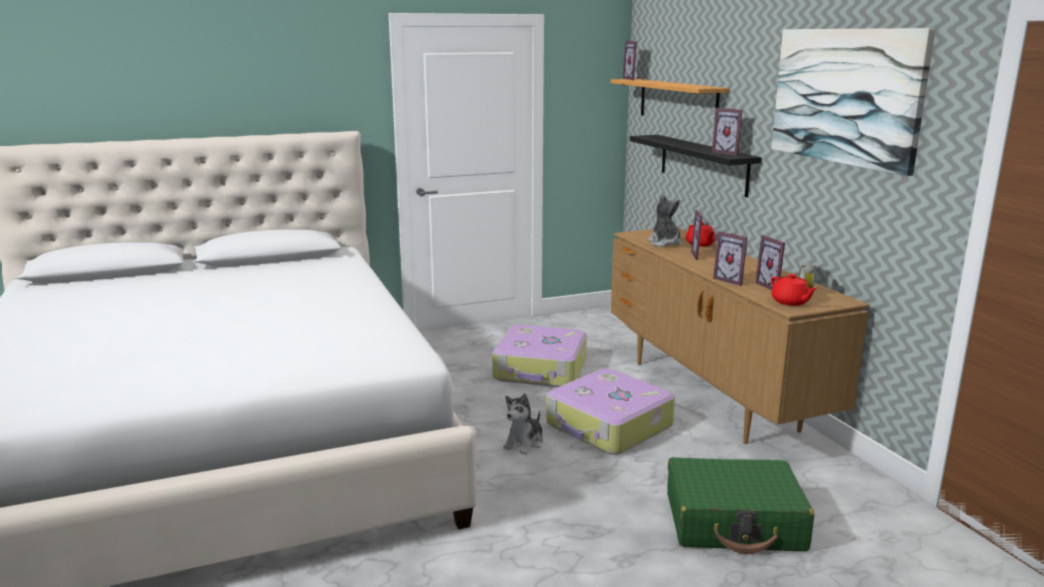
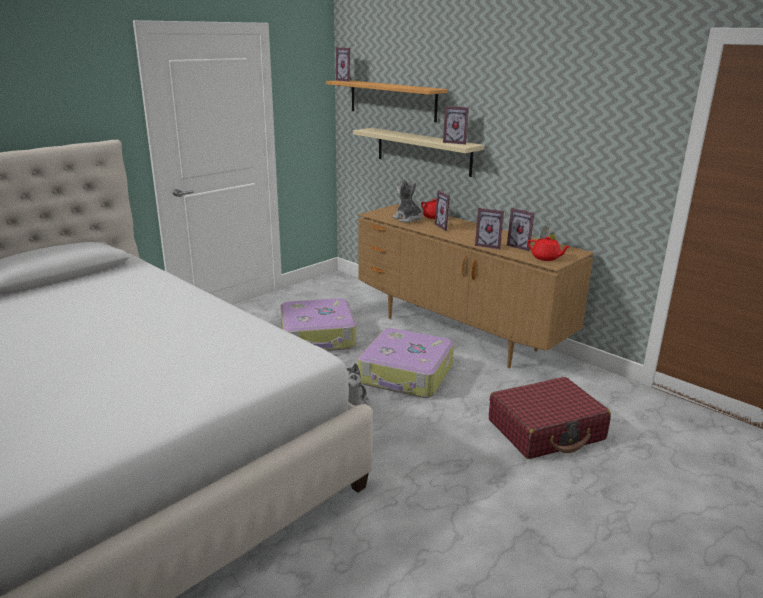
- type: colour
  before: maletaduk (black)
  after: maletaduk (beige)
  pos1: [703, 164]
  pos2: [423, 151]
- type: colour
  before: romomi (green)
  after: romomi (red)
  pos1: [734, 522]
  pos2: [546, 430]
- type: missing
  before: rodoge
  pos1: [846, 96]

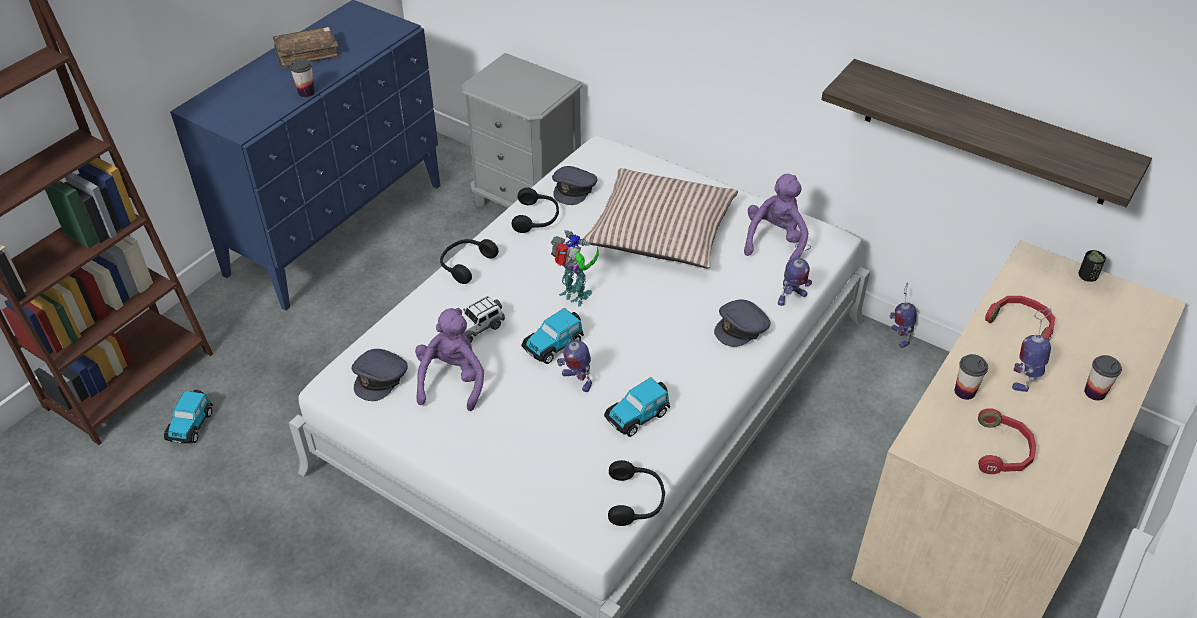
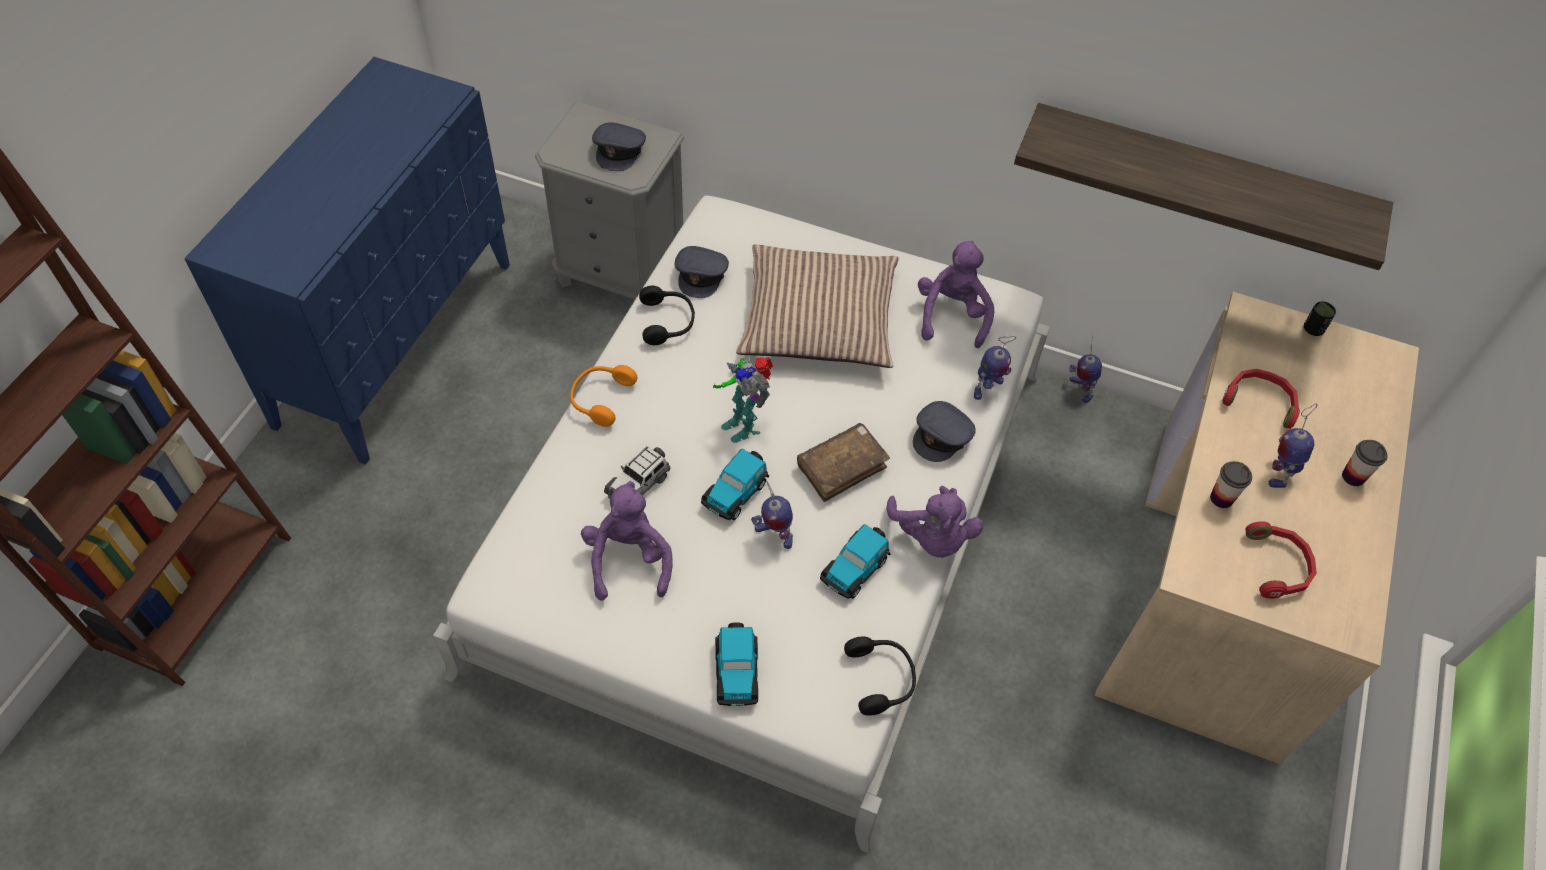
- type: relocated
  before: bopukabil
  pos1: [191, 425]
  pos2: [736, 671]
- type: relocated
  before: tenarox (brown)
  pos1: [307, 53]
  pos2: [841, 467]
- type: missing
  before: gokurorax
  pos1: [306, 92]
- type: relocated
  before: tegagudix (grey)
  pos1: [380, 378]
  pos2: [619, 150]
- type: colour
  before: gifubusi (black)
  after: gifubusi (orange)
  pos1: [466, 264]
  pos2: [600, 398]
- type: spun
  before: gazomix
  pos1: [575, 297]
  pos2: [743, 424]
  turn: -150
- type: appeared
  after: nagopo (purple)
  pos2: [931, 537]

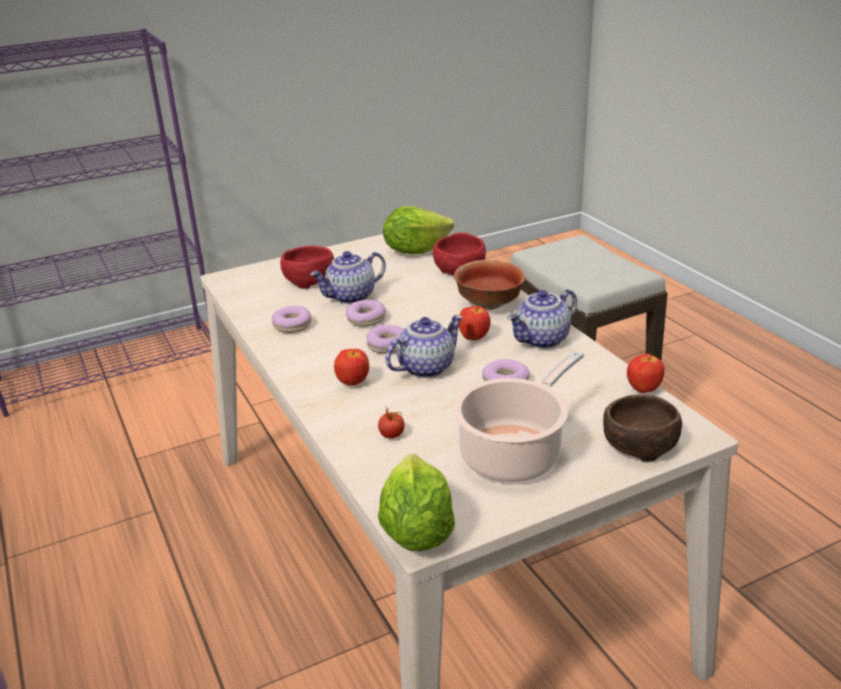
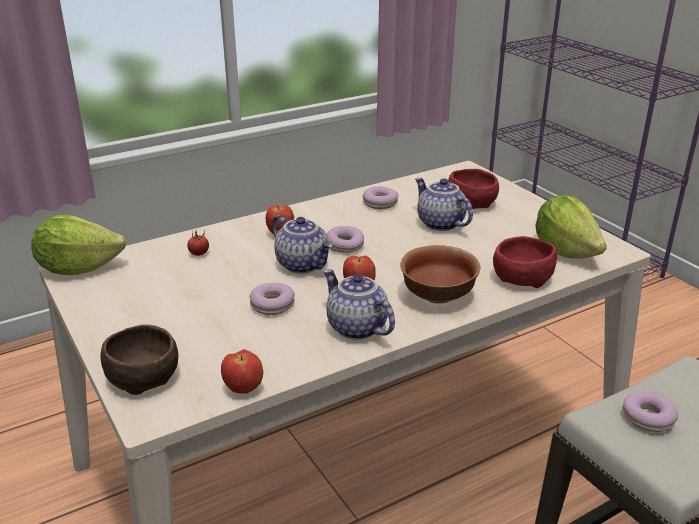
- type: relocated
  before: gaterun
  pos1: [366, 319]
  pos2: [648, 418]
- type: missing
  before: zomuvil
  pos1: [514, 453]

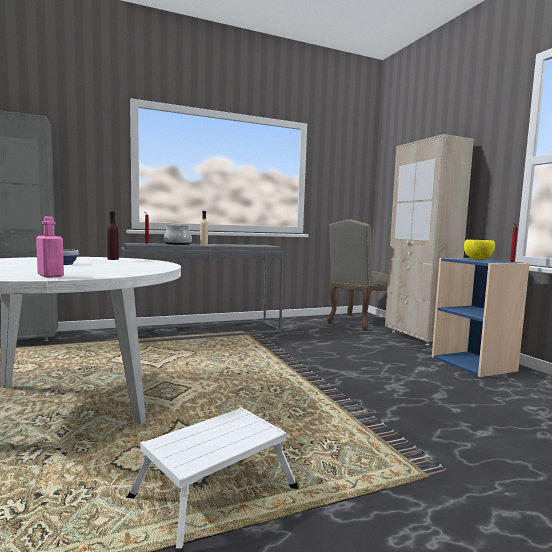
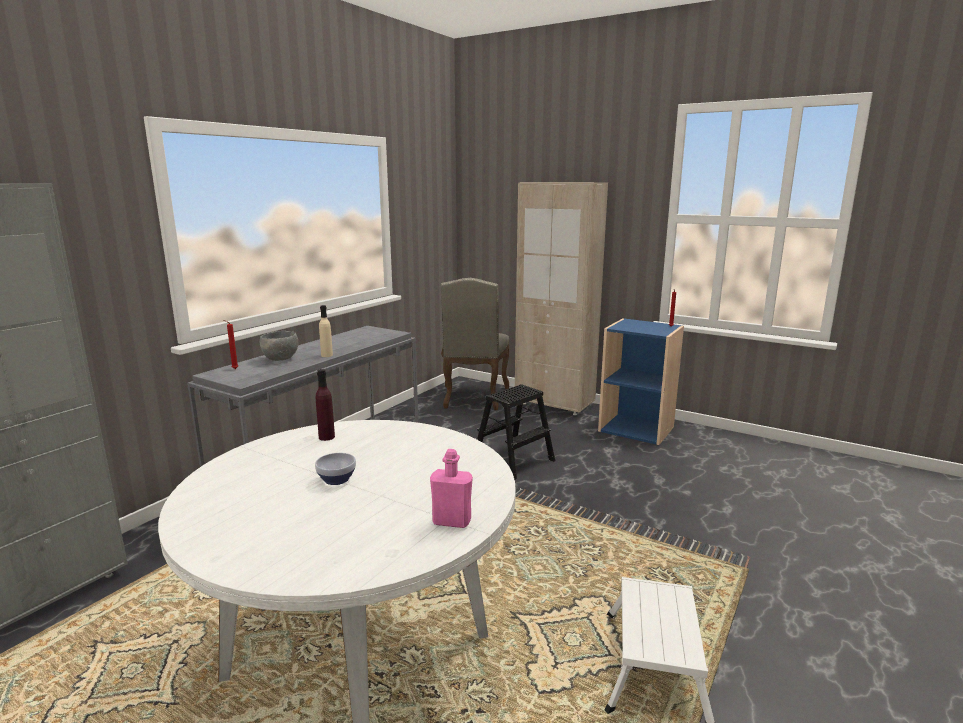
- type: exchanged
  before: zomuvil
  after: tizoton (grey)
  pos1: [178, 244]
  pos2: [281, 359]
- type: missing
  before: tizoton (yellow)
  pos1: [477, 259]
- type: appeared
  after: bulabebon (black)
  pos2: [513, 460]

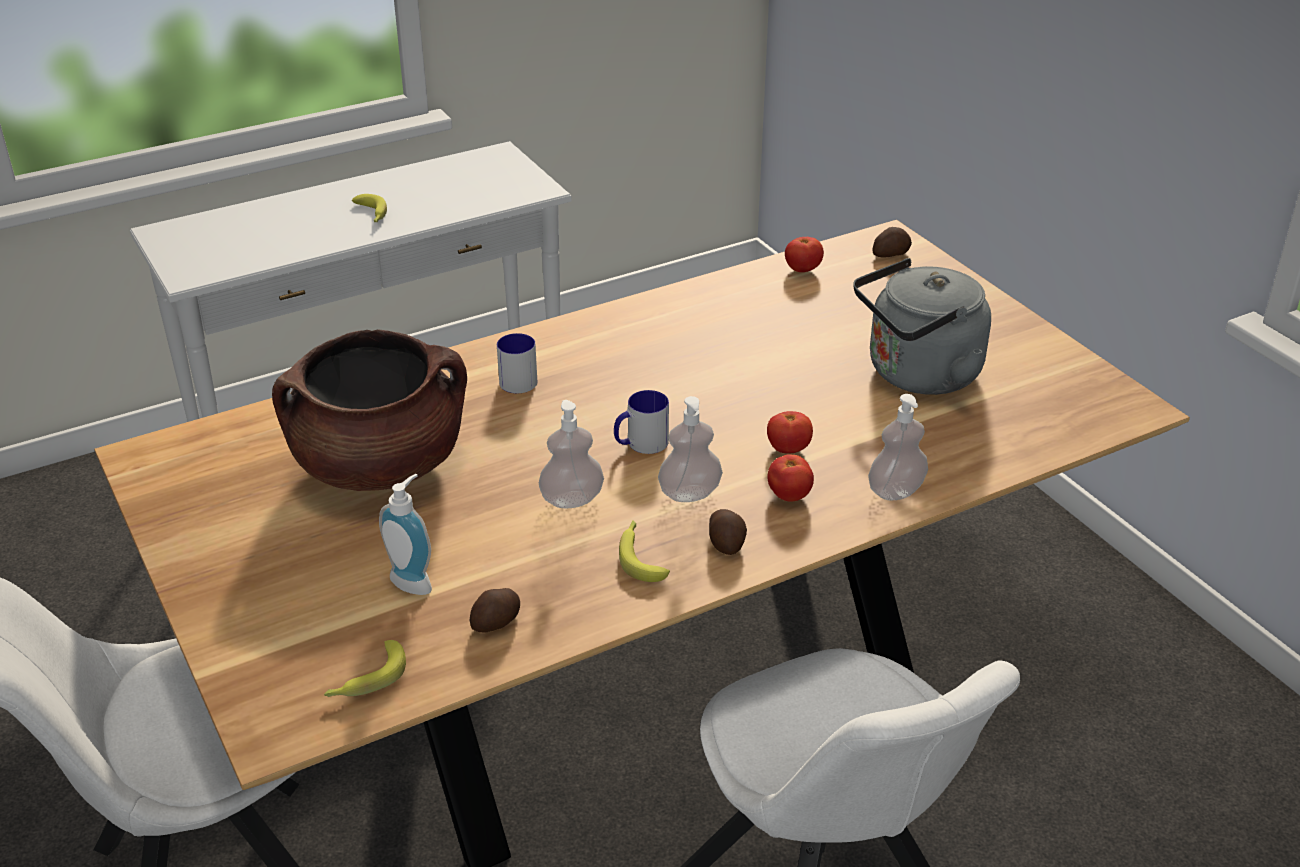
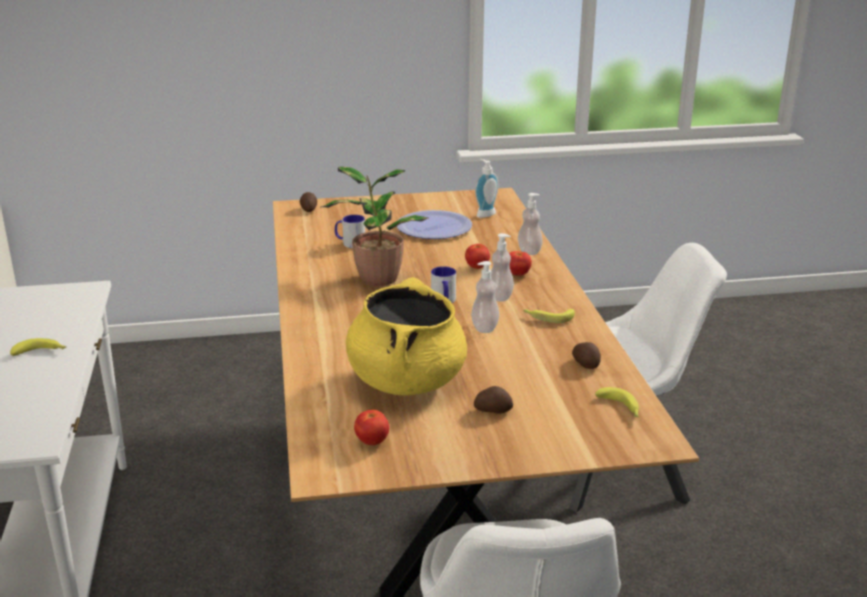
- type: colour
  before: zomuvil (brown)
  after: zomuvil (yellow)
  pos1: [380, 465]
  pos2: [406, 381]
- type: relocated
  before: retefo
  pos1: [414, 580]
  pos2: [484, 214]
- type: relocated
  before: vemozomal
  pos1: [518, 378]
  pos2: [350, 243]
- type: relocated
  before: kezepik
  pos1: [726, 542]
  pos2: [493, 410]
- type: relocated
  before: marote
  pos1: [803, 269]
  pos2: [372, 441]
- type: exchanged
  before: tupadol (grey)
  after: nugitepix
  pos1: [917, 375]
  pos2: [434, 227]
- type: appeared
  after: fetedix
  pos2: [376, 278]

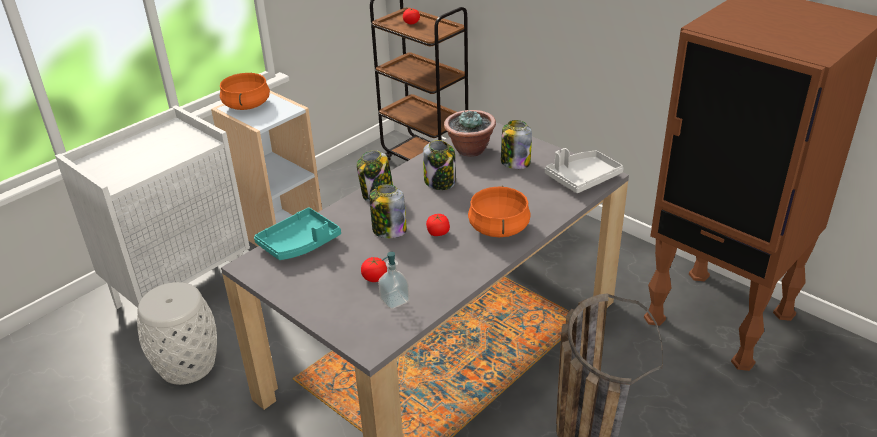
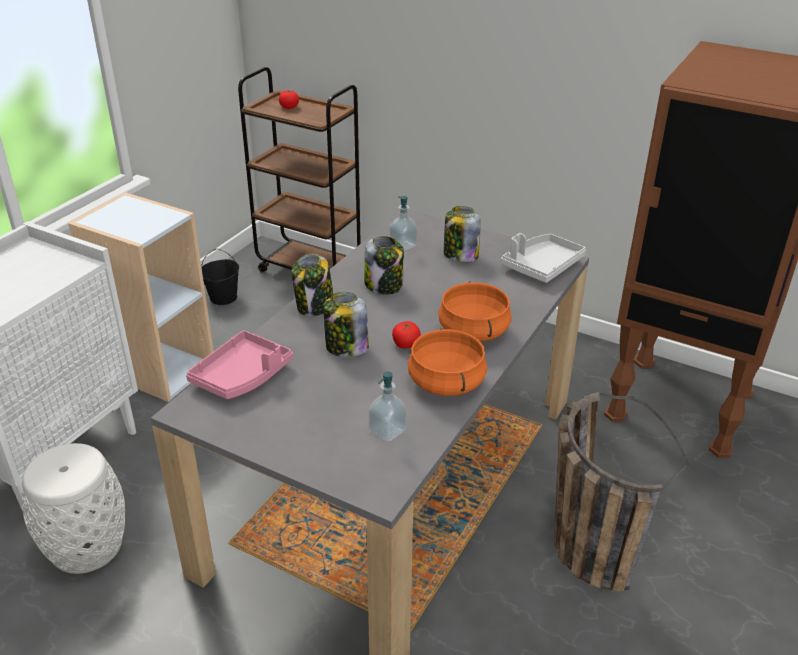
- type: relocated
  before: zomuvil (orange)
  pos1: [247, 105]
  pos2: [447, 382]
- type: colour
  before: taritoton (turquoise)
  after: taritoton (pink)
  pos1: [300, 243]
  pos2: [242, 376]
- type: missing
  before: marote
  pos1: [374, 278]
- type: exchanged
  before: fetedix
  after: retefo
  pos1: [470, 150]
  pos2: [403, 246]
- type: appeared
  after: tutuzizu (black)
  pos2: [223, 297]

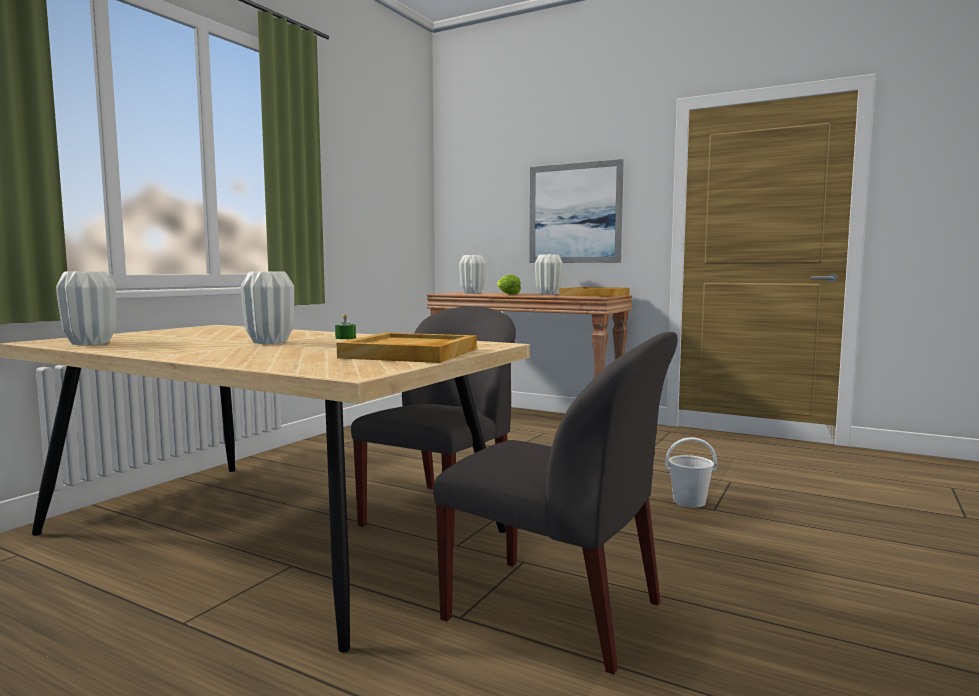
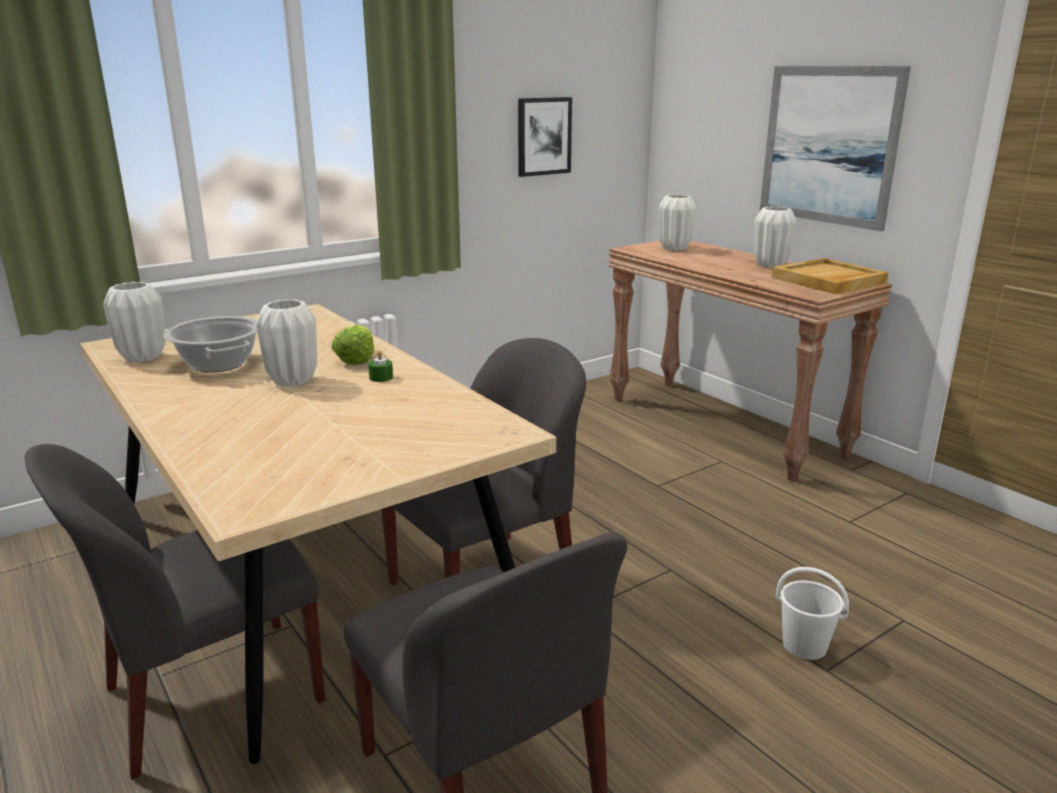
- type: missing
  before: taritoton (beige)
  pos1: [411, 353]
- type: relocated
  before: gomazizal
  pos1: [507, 294]
  pos2: [356, 359]
- type: appeared
  after: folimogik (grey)
  pos2: [208, 696]
- type: appeared
  after: zomuvil
  pos2: [218, 364]
- type: appeared
  after: rodoge
  pos2: [543, 136]

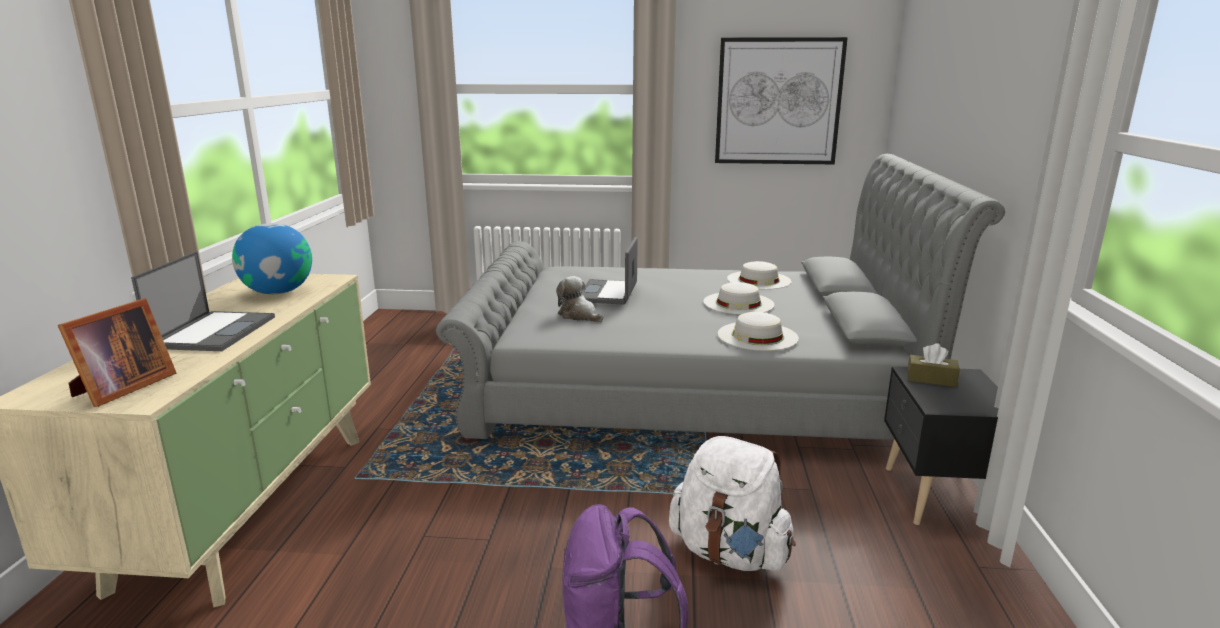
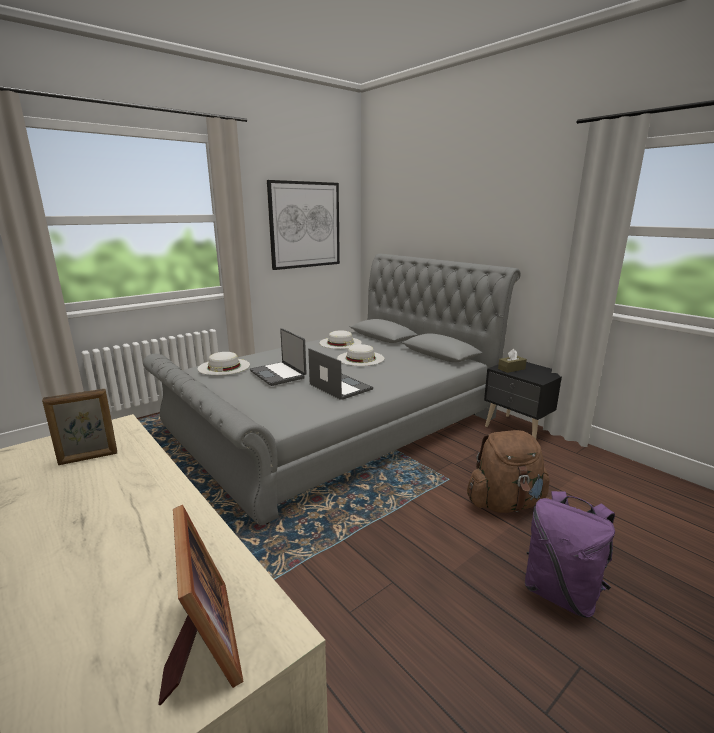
- type: relocated
  before: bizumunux
  pos1: [214, 331]
  pos2: [340, 386]
- type: exchanged
  before: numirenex
  after: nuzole
  pos1: [278, 292]
  pos2: [88, 458]
- type: missing
  before: nagopo
  pos1: [579, 316]
- type: colour
  before: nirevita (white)
  after: nirevita (brown)
  pos1: [730, 553]
  pos2: [505, 503]
- type: relocated
  before: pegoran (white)
  pos1: [757, 336]
  pos2: [224, 366]

